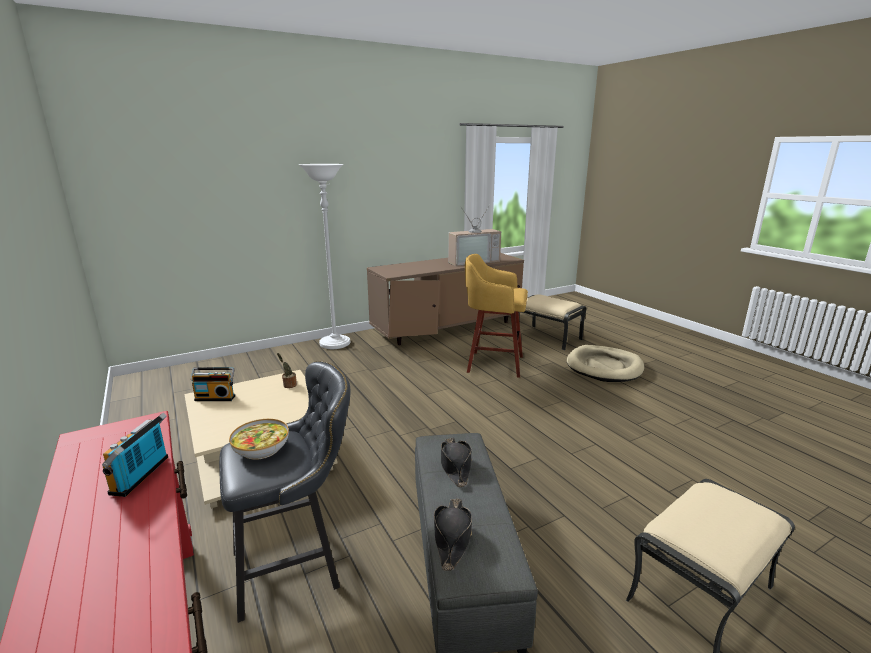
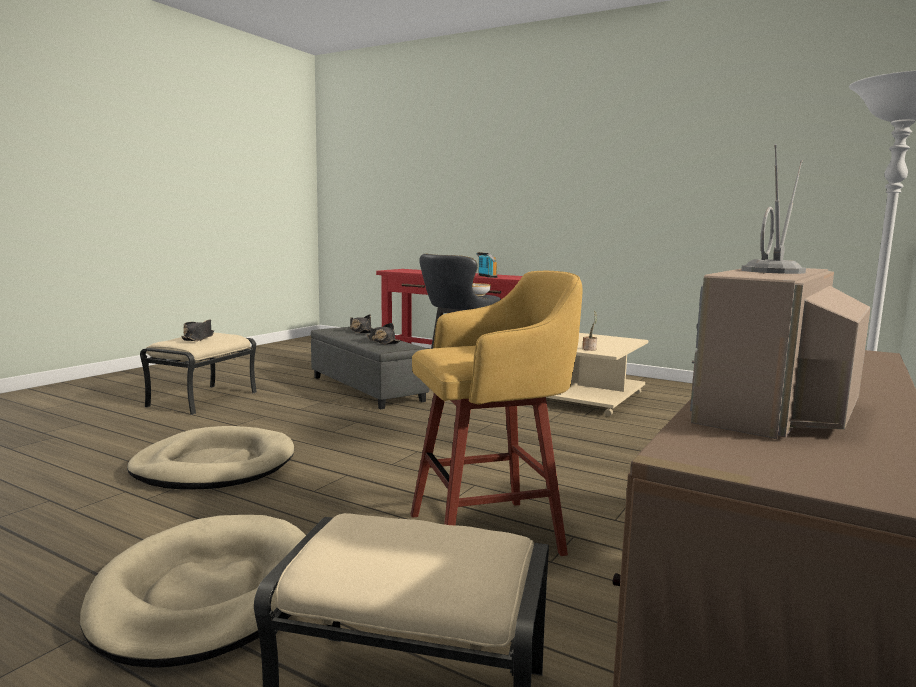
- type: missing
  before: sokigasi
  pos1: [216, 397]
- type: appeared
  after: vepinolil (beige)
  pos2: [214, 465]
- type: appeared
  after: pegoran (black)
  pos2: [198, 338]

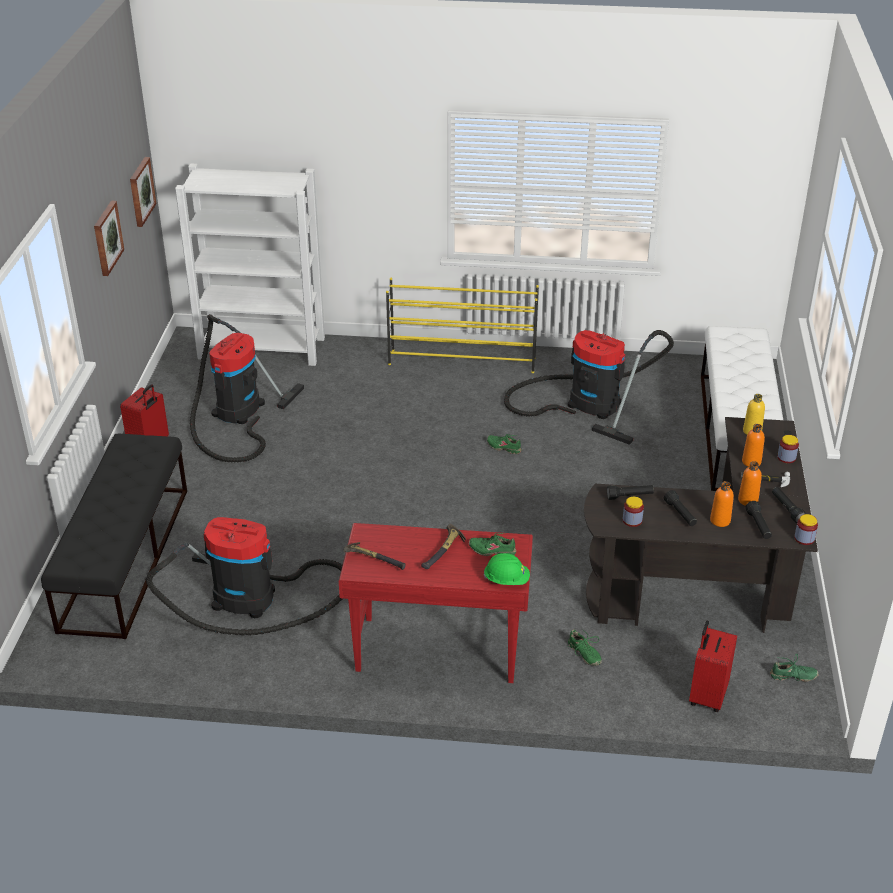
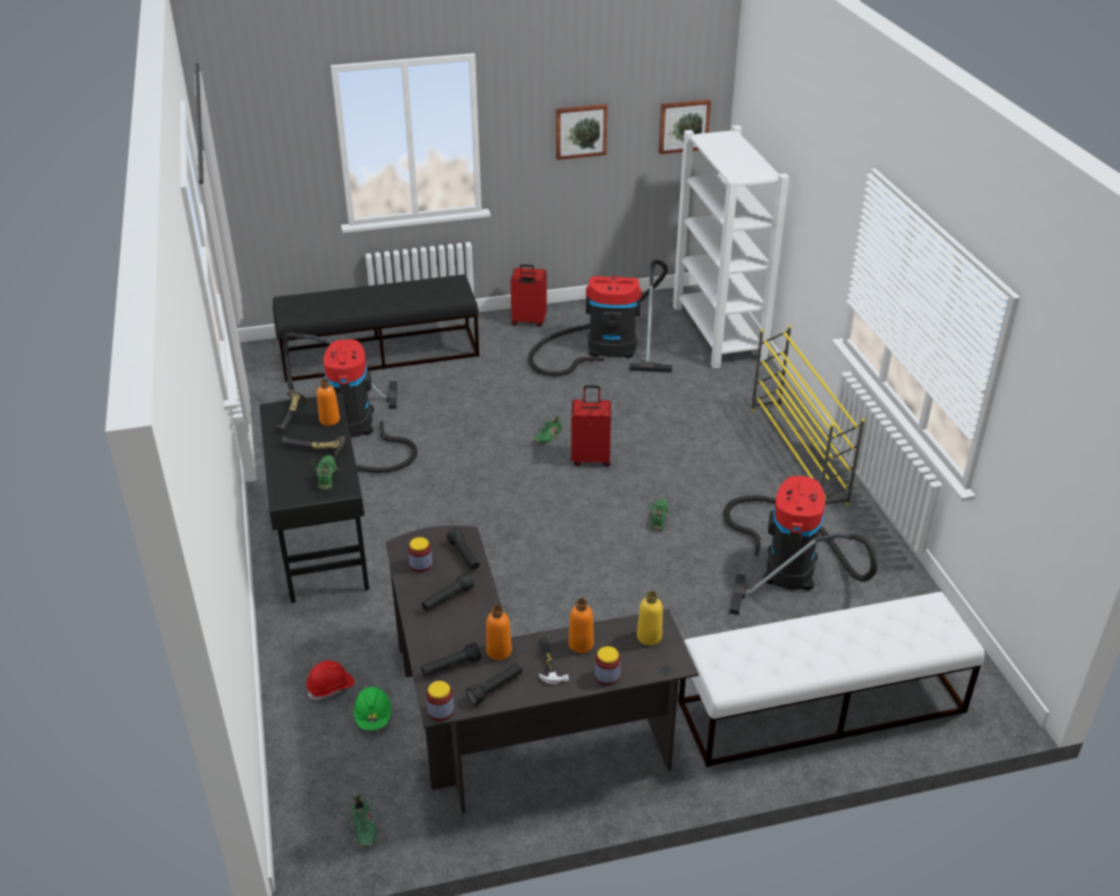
- type: colour
  before: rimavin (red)
  after: rimavin (black)
  pos1: [437, 650]
  pos2: [322, 545]
- type: relocated
  before: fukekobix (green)
  pos1: [506, 580]
  pos2: [373, 717]
- type: relocated
  before: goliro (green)
  pos1: [584, 654]
  pos2: [548, 436]
- type: relocated
  before: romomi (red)
  pos1: [706, 696]
  pos2: [591, 458]
- type: relocated
  before: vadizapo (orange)
  pos1: [720, 520]
  pos2: [329, 420]
- type: appeared
  after: fukekobix (red)
  pos2: [331, 687]

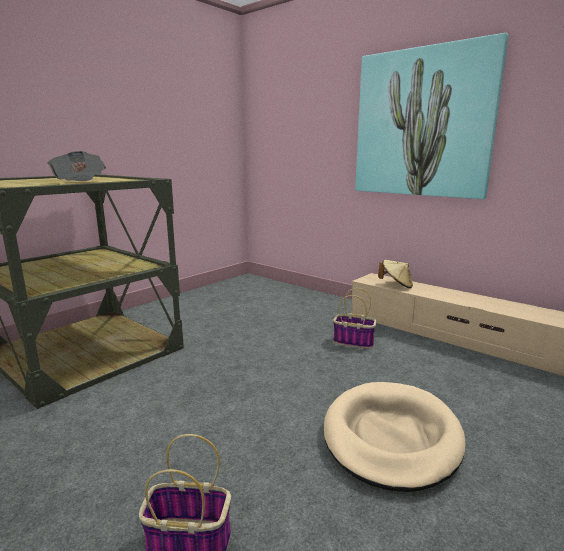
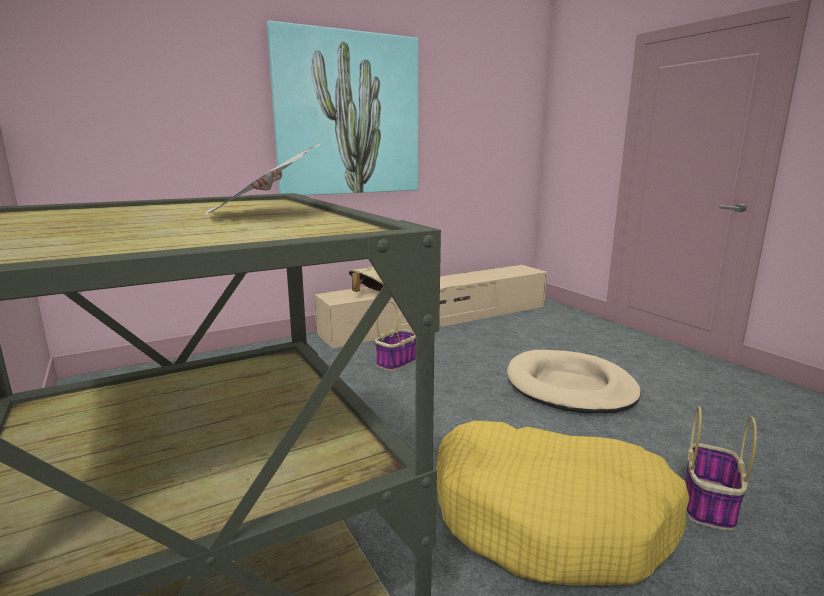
- type: appeared
  after: vepinolil (yellow)
  pos2: [551, 518]

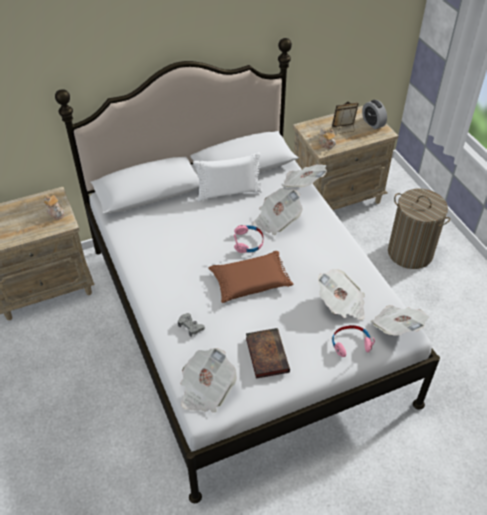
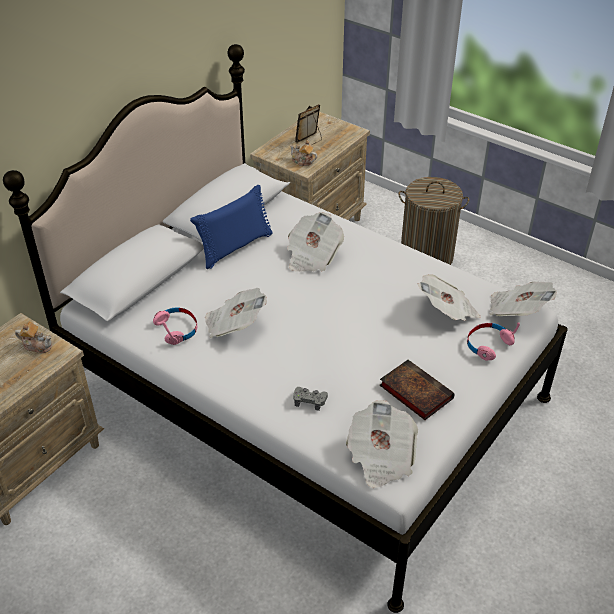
- type: colour
  before: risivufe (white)
  after: risivufe (blue)
  pos1: [228, 192]
  pos2: [235, 247]
- type: missing
  before: risivufe (brown)
  pos1: [250, 280]
- type: relocated
  before: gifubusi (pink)
  pos1: [248, 242]
  pos2: [177, 329]
- type: relocated
  before: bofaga
  pos1: [303, 184]
  pos2: [234, 325]
- type: missing
  before: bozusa
  pos1: [373, 123]

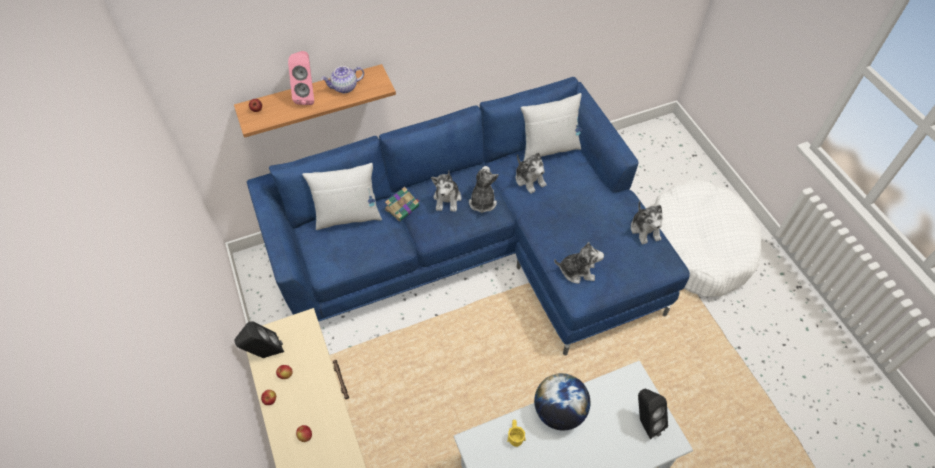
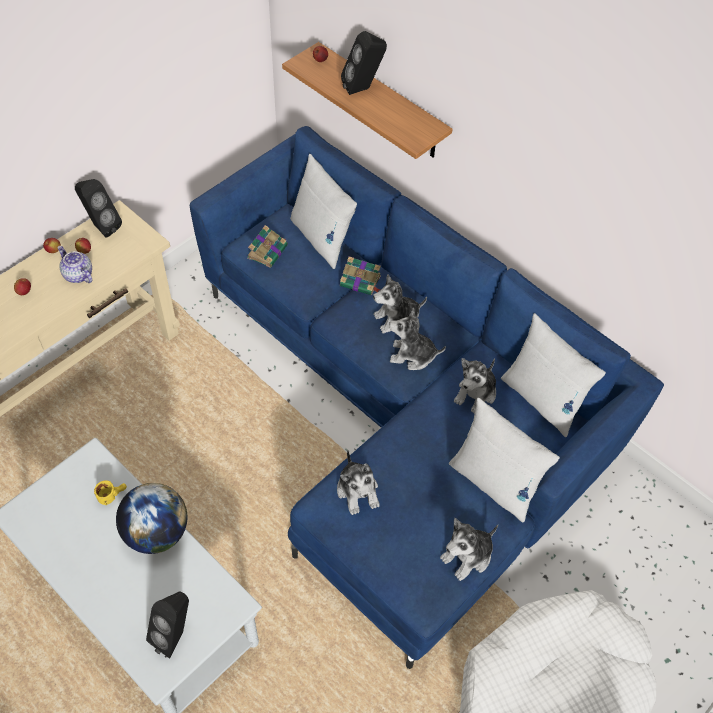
- type: colour
  before: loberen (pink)
  after: loberen (black)
  pos1: [308, 96]
  pos2: [363, 88]
- type: relocated
  before: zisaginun
  pos1: [344, 87]
  pos2: [77, 275]
- type: spun
  before: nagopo
  pos1: [482, 202]
  pos2: [412, 355]
  turn: -150
- type: appeared
  after: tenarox
  pos2: [268, 251]
- type: appeared
  after: risivufe (grey)
  pos2: [494, 483]

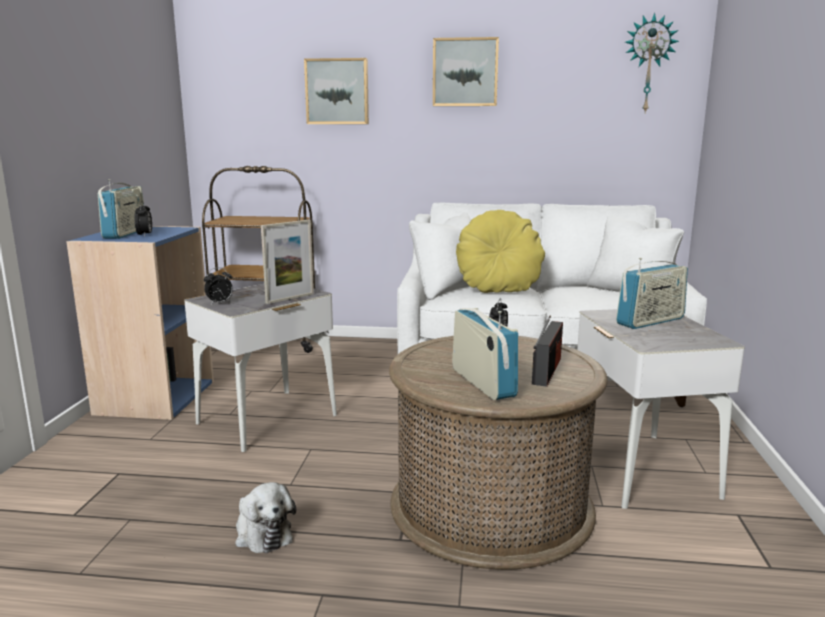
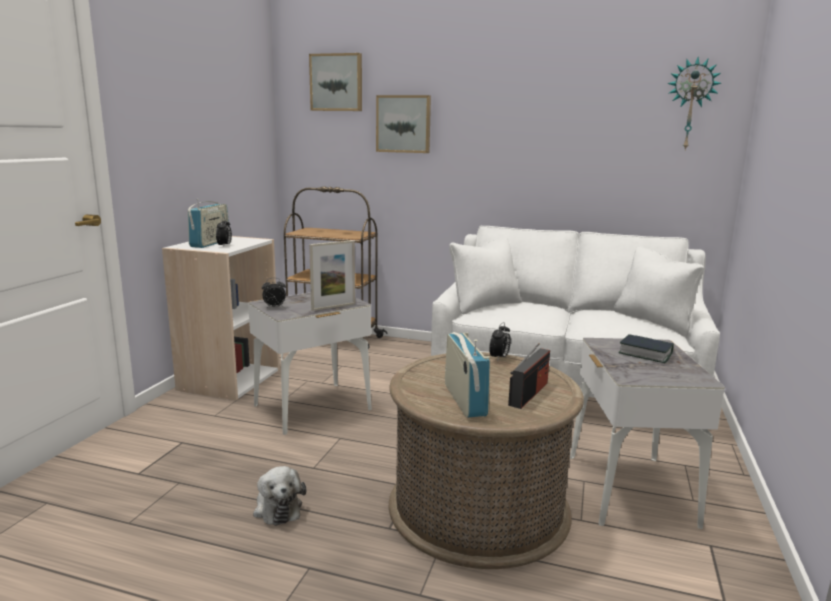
- type: colour
  before: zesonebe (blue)
  after: zesonebe (white)
  pos1: [155, 396]
  pos2: [229, 379]
- type: relocated
  before: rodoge
  pos1: [465, 72]
  pos2: [337, 82]
- type: missing
  before: risivufe (yellow)
  pos1: [498, 290]
- type: exchanged
  before: sokigasi
  after: tenarox
  pos1: [650, 321]
  pos2: [645, 353]

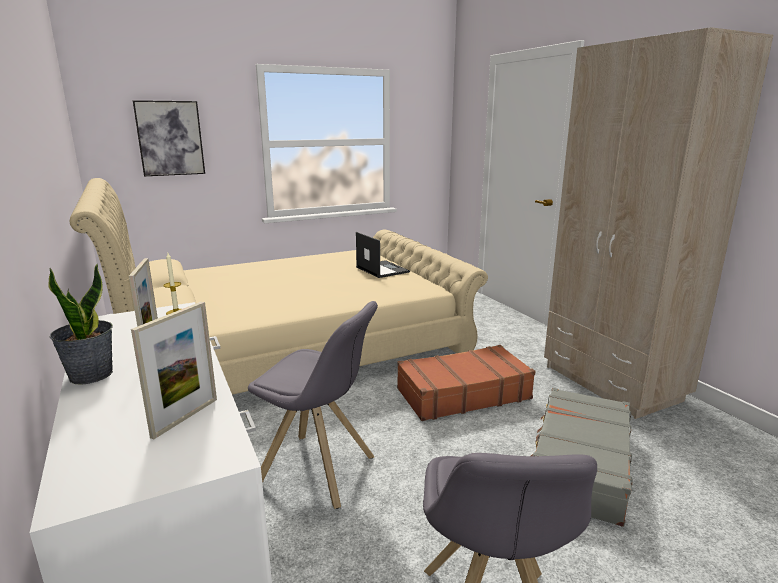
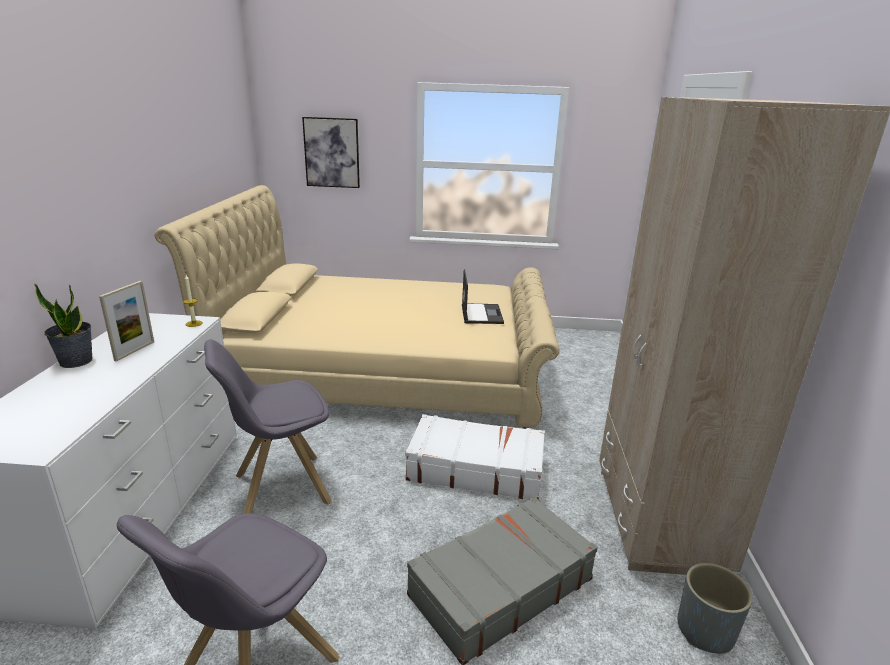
- type: missing
  before: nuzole
  pos1: [185, 417]
- type: spun
  before: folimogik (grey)
  pos1: [317, 470]
  pos2: [281, 488]
  turn: 105
- type: colour
  before: romomi (brown)
  after: romomi (white)
  pos1: [462, 393]
  pos2: [475, 468]
- type: appeared
  after: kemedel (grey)
  pos2: [705, 631]

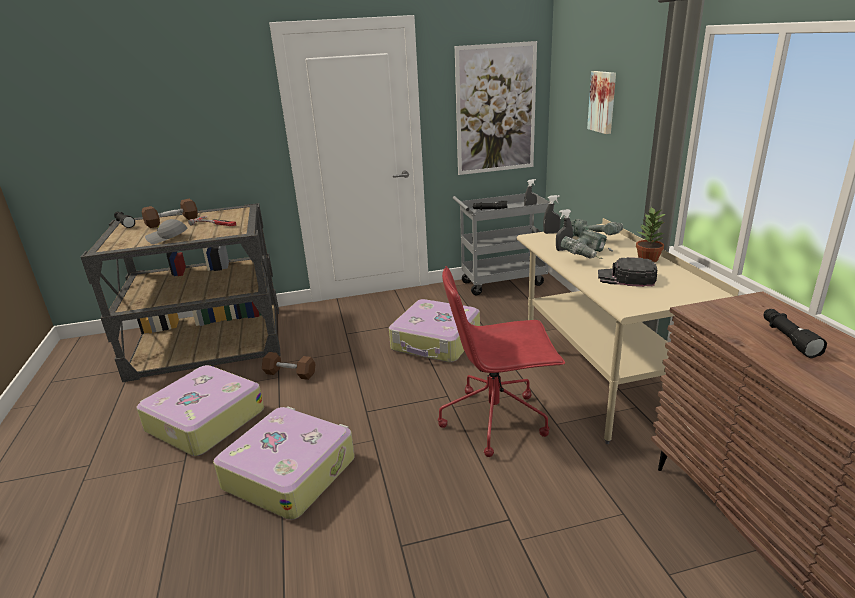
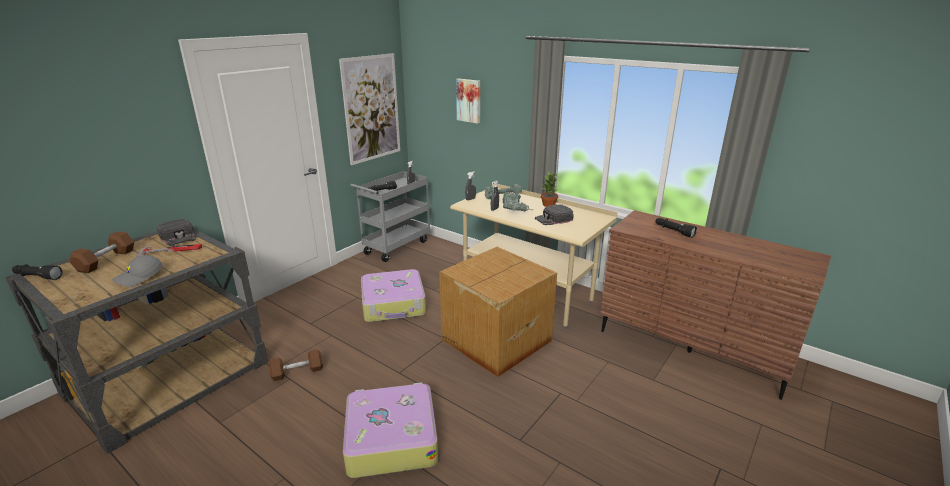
- type: missing
  before: romomi
  pos1: [204, 420]
- type: exchanged
  before: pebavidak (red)
  after: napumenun
  pos1: [499, 420]
  pos2: [494, 340]
- type: appeared
  after: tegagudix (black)
  pos2: [178, 236]

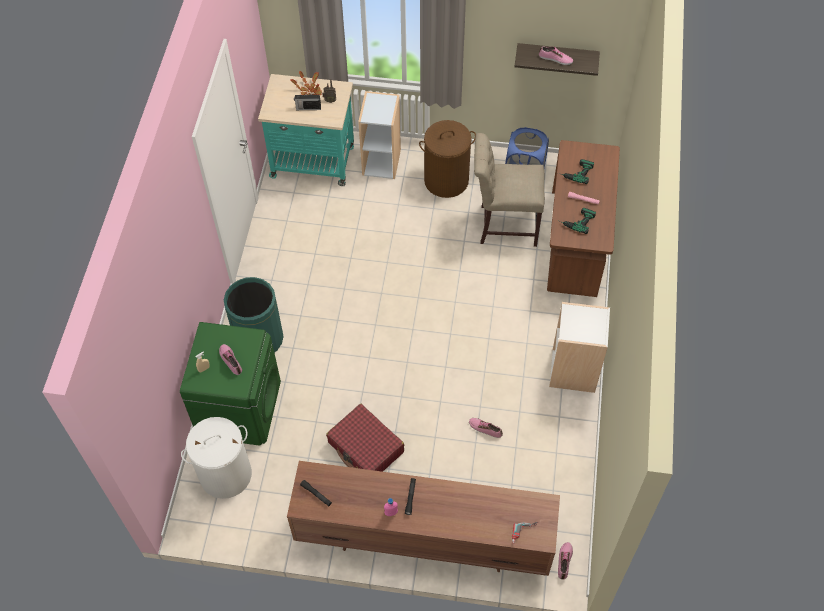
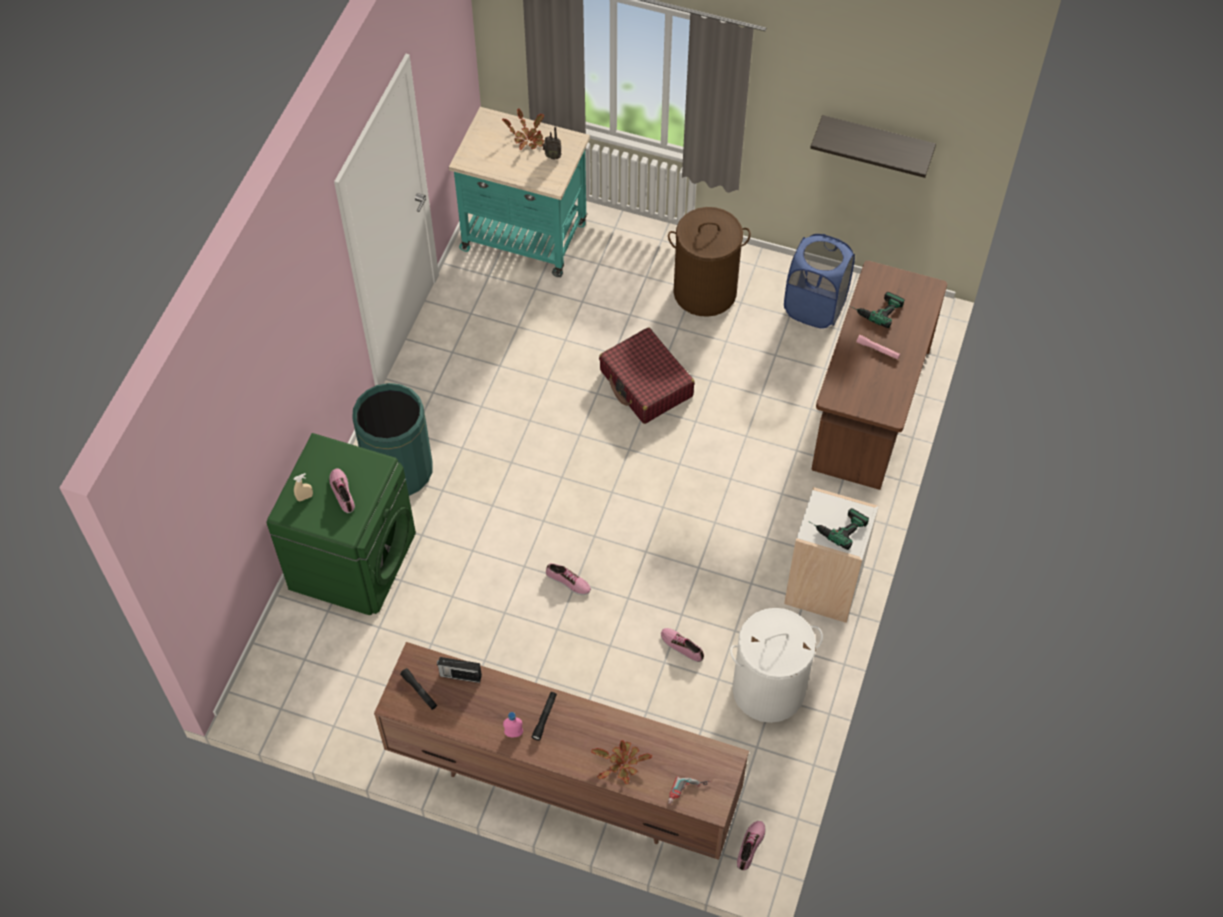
- type: relocated
  before: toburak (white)
  pos1: [225, 474]
  pos2: [768, 689]
- type: relocated
  before: sokigasi
  pos1: [308, 108]
  pos2: [460, 675]
- type: relocated
  before: romomi (red)
  pos1: [366, 448]
  pos2: [646, 384]
- type: missing
  before: zesonebe
  pos1: [382, 161]
- type: missing
  before: folimogik (beige)
  pos1: [504, 225]
- type: relocated
  before: goliro
  pos1: [555, 59]
  pos2: [568, 582]
- type: relocated
  before: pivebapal
  pos1: [575, 220]
  pos2: [837, 525]
- type: appeared
  after: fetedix
  pos2: [621, 764]

